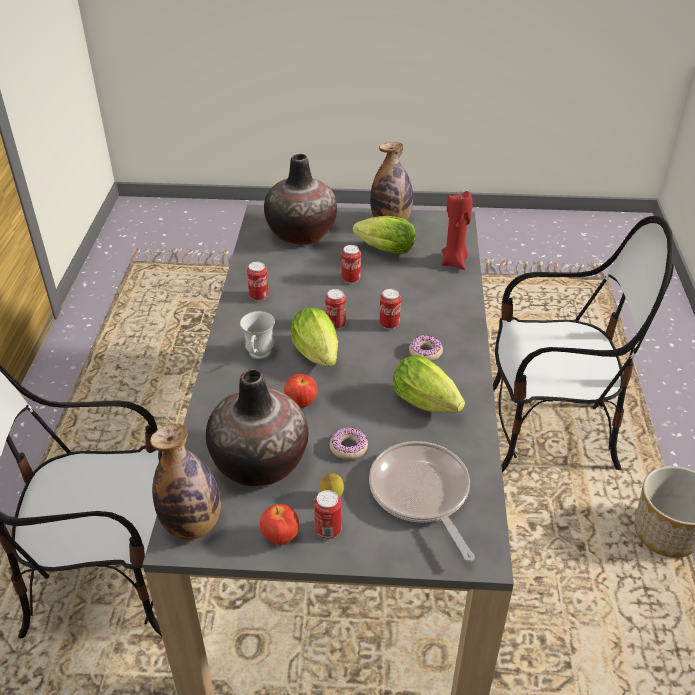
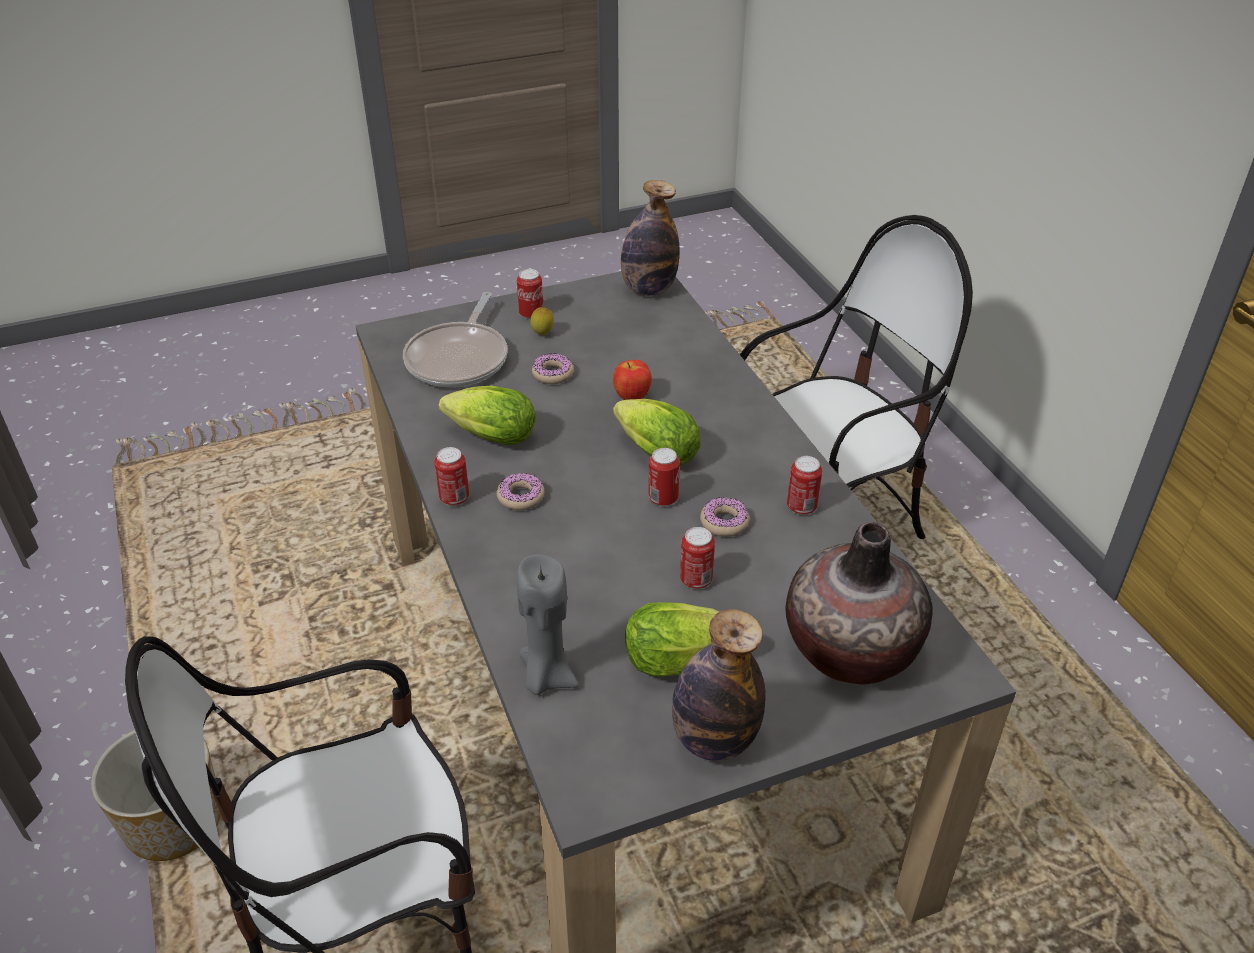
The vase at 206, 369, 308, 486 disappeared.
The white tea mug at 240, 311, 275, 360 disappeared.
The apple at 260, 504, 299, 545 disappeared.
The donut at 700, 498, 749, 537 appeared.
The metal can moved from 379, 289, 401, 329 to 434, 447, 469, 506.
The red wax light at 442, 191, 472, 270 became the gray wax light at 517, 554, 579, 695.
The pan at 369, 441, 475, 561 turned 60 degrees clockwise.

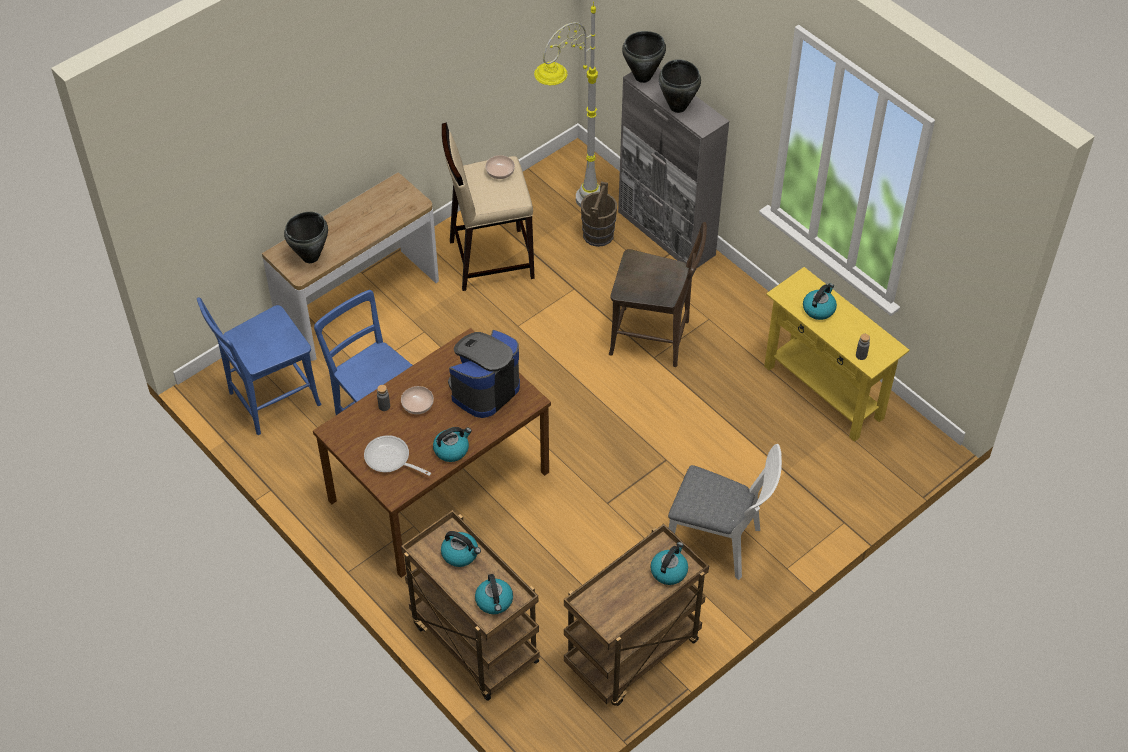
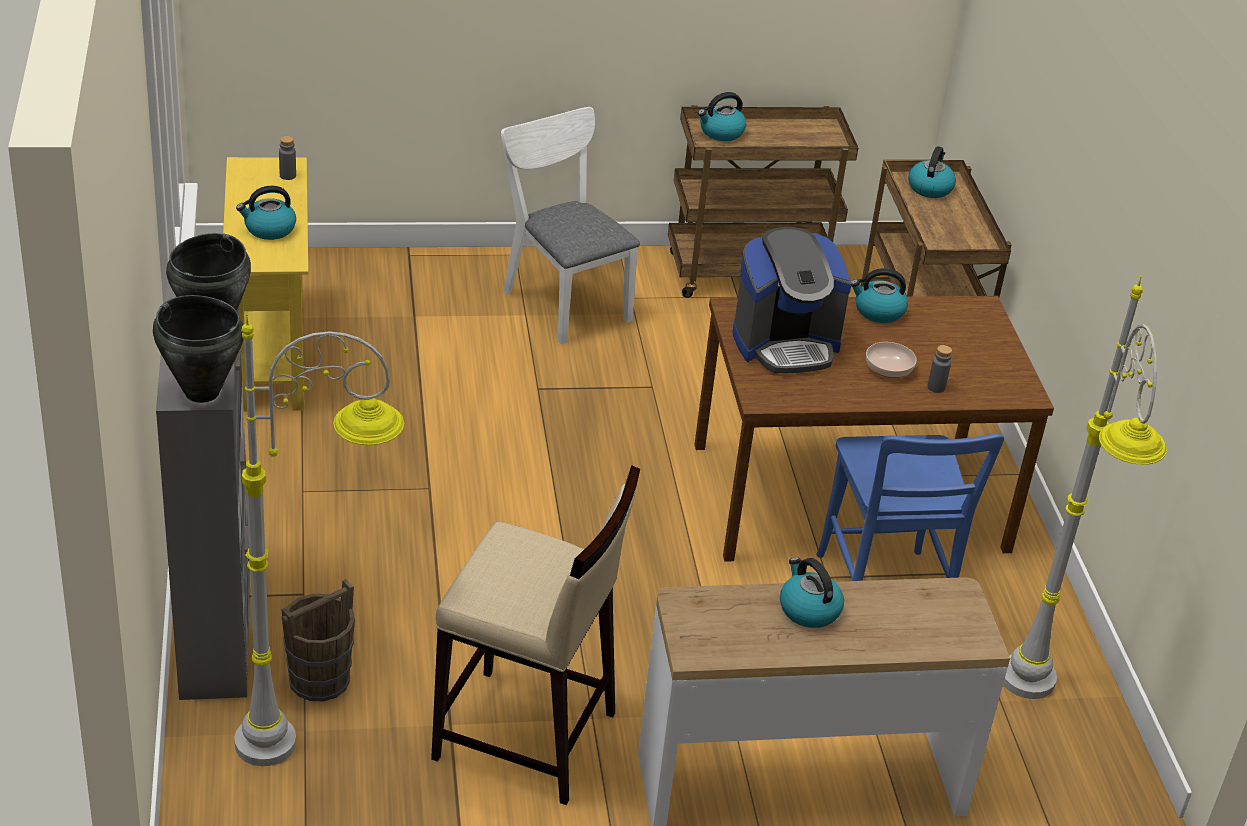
The blackish saucepot at 284, 212, 328, 263 disappeared.
The pan at 364, 435, 431, 476 disappeared.
The serving bowl at 485, 155, 515, 179 disappeared.
The brownish plain chair at 609, 222, 707, 367 disappeared.
The kettle moved from 441, 531, 481, 567 to 780, 557, 844, 628.
The blue plain chair at 197, 297, 321, 435 was replaced by the gray standard lamp at 1003, 276, 1167, 699.

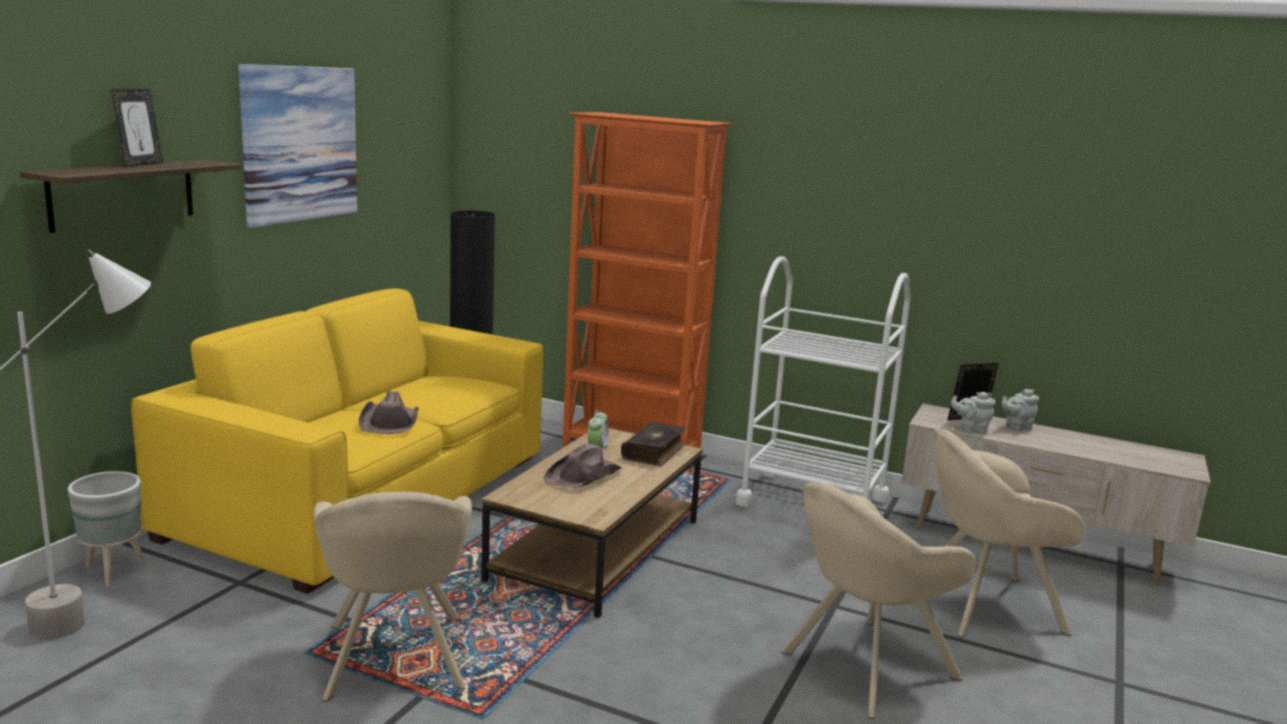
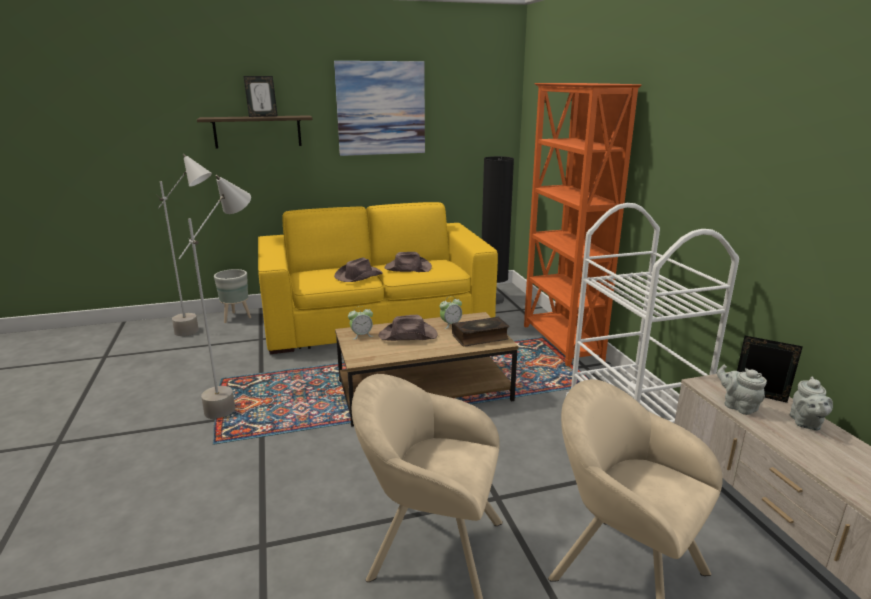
The table clock at 348, 306, 373, 340 appeared.
The brownish clothing hat at 385, 252, 432, 272 appeared.
The beige-coloured armchair at 313, 492, 472, 702 was replaced by the gray standard lamp at 178, 175, 251, 419.
The gray teapot at 1002, 389, 1039, 431 turned 105 degrees counterclockwise.

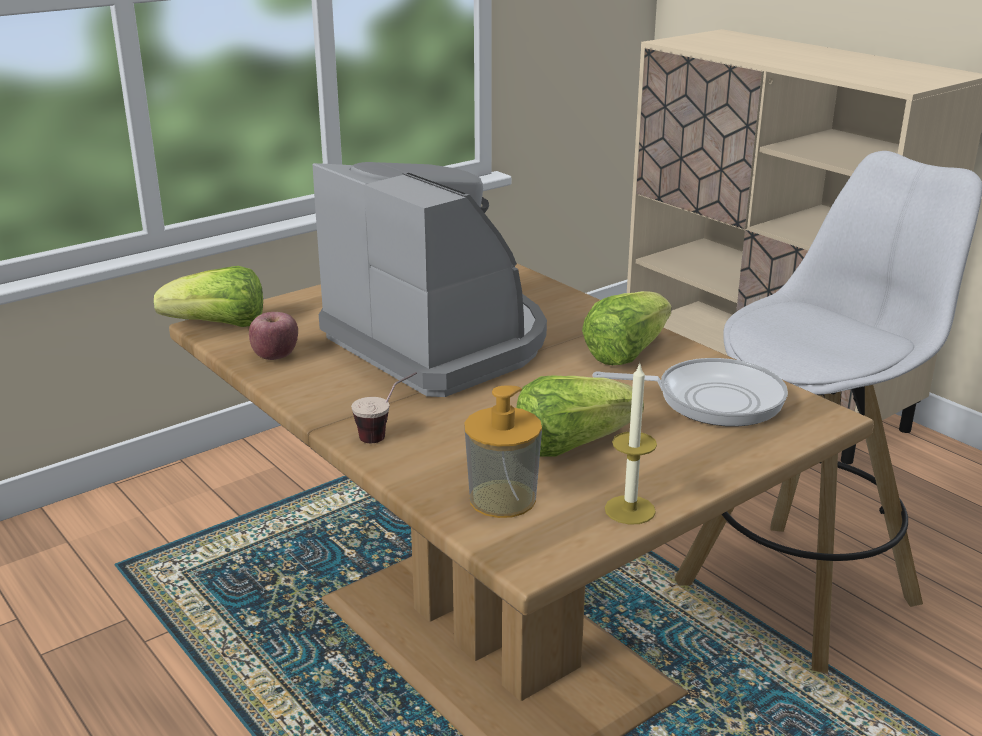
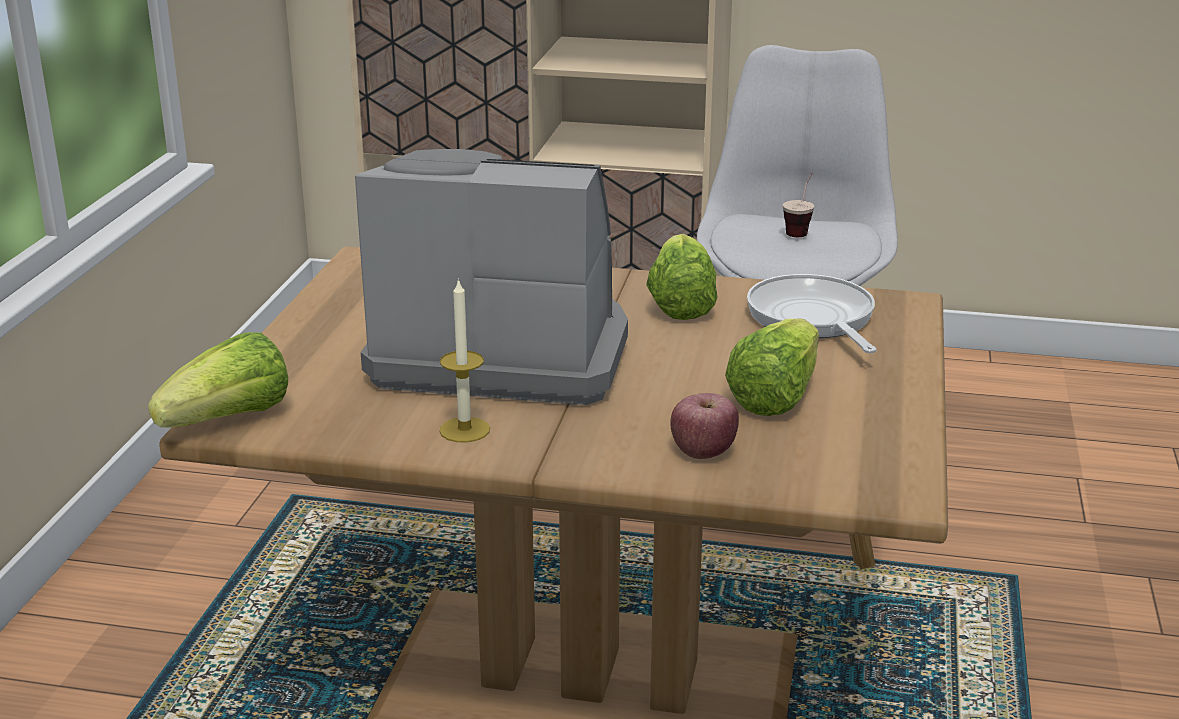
The soap bottle at 464, 386, 542, 518 disappeared.
The apple moved from 249, 312, 298, 360 to 670, 393, 739, 459.
The cup moved from 351, 372, 417, 443 to 783, 172, 814, 237.
The wax light moved from 605, 362, 657, 524 to 439, 278, 490, 443.
The pan at 593, 358, 788, 427 turned 75 degrees counterclockwise.

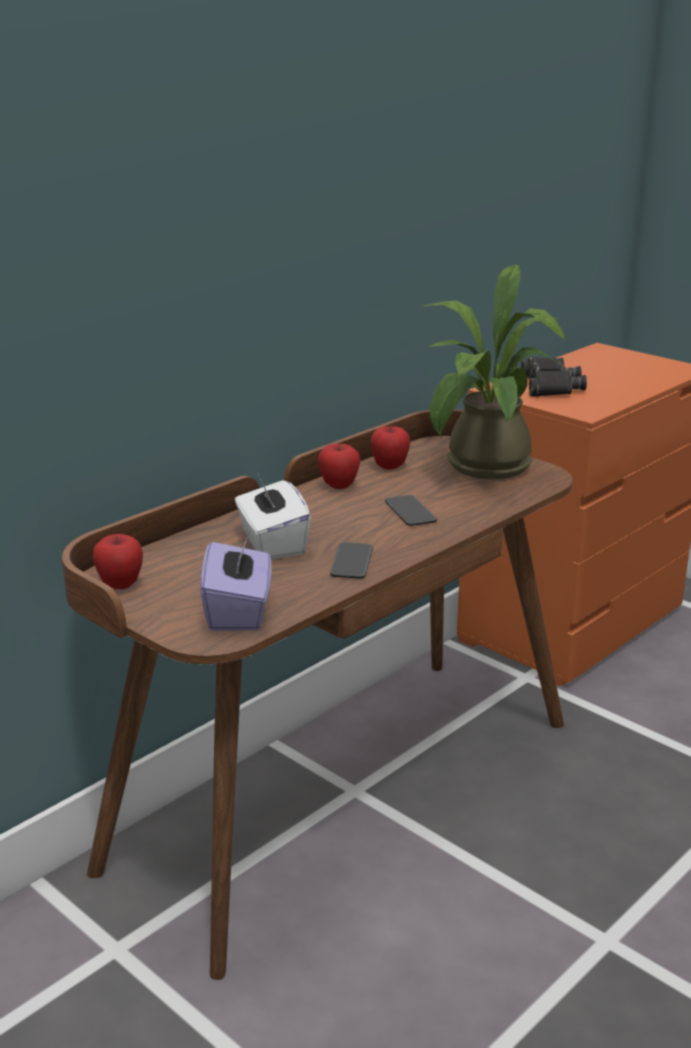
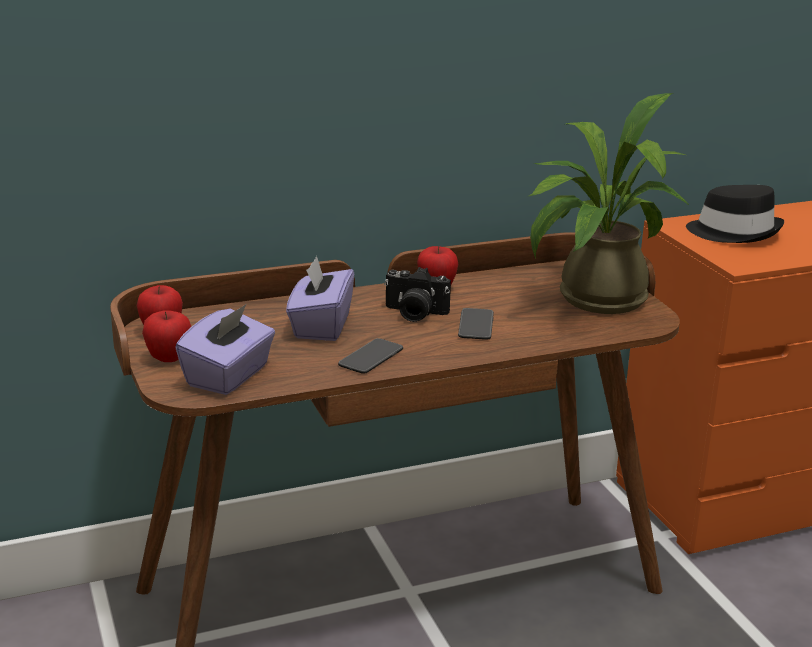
The photo camera at 384, 267, 451, 322 appeared.
The apple moved from 370, 426, 411, 469 to 142, 310, 191, 362.
The blackish field glasses at 521, 357, 587, 397 was replaced by the blackish clothing hat at 686, 185, 784, 243.
The white tissue box at 235, 474, 311, 559 became the purple-coloured tissue box at 286, 256, 354, 341.

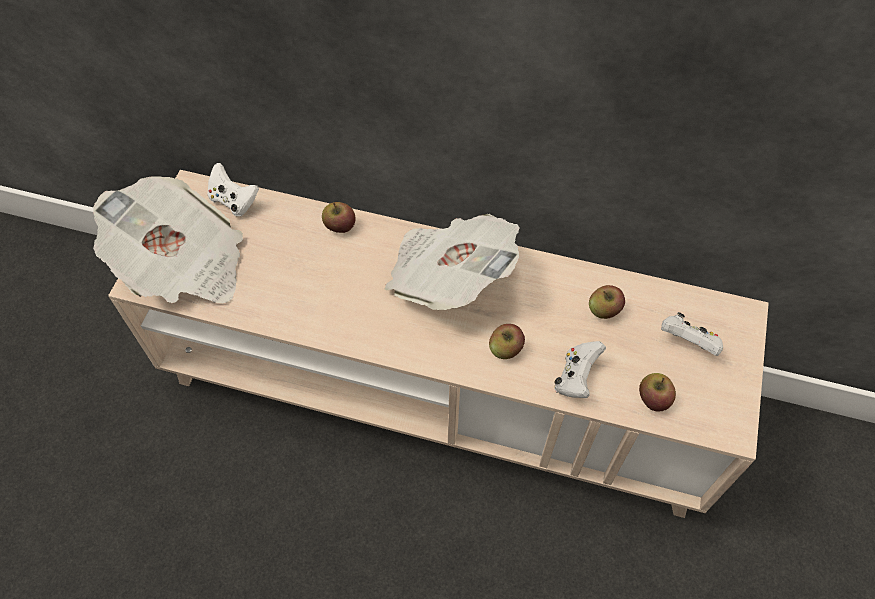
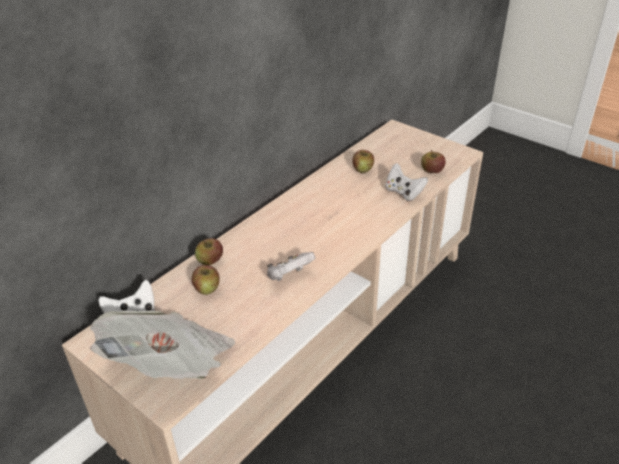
The newspaper at 385, 214, 520, 310 disappeared.
The apple moved from 489, 324, 525, 359 to 192, 265, 220, 295.
The white gamepad moved from 661, 312, 723, 356 to 267, 252, 316, 281.

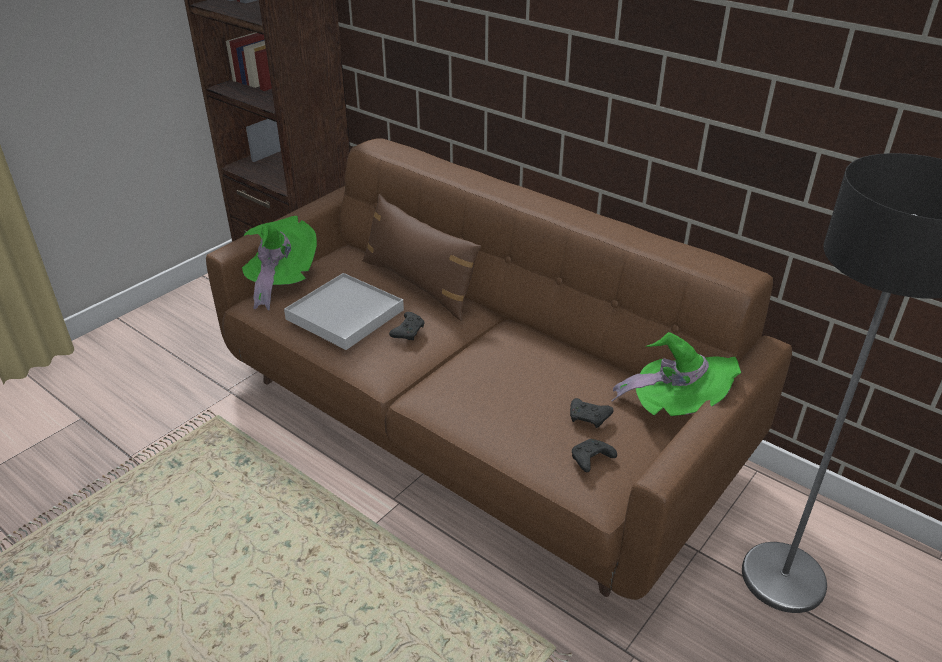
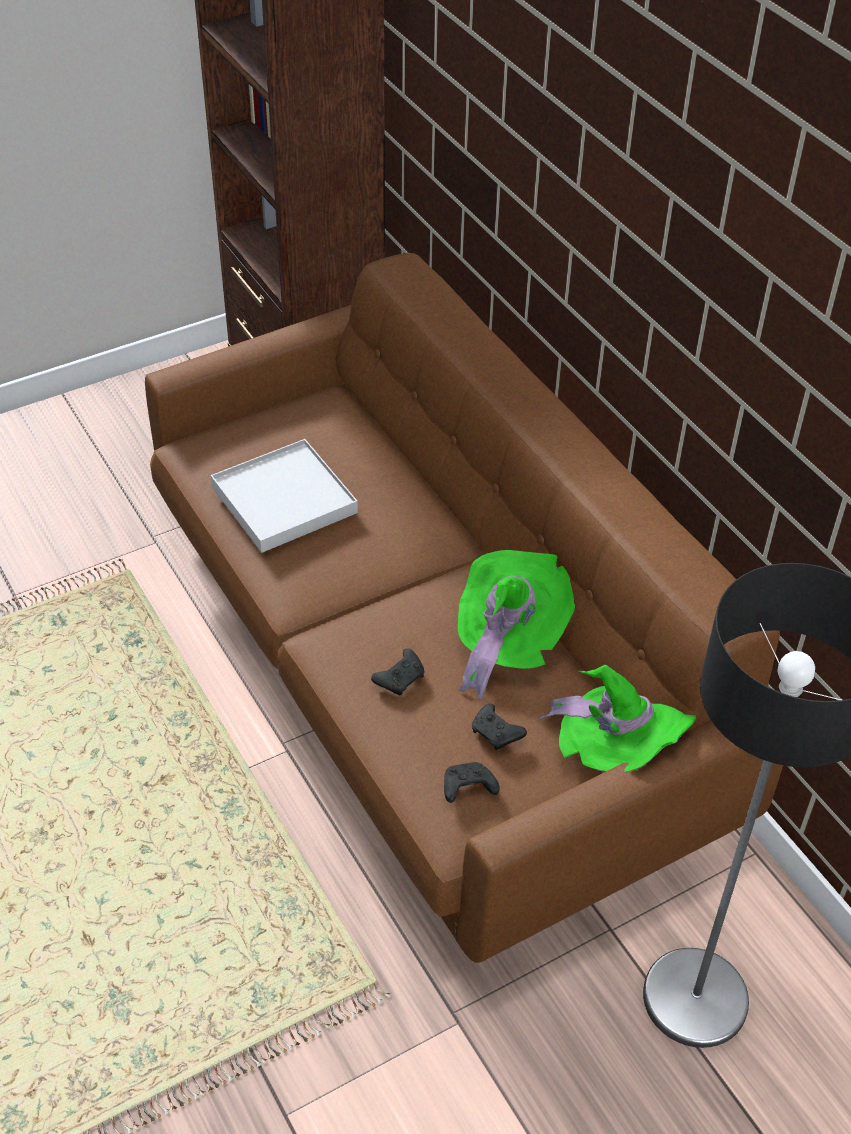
The brownish pillow at 363, 194, 481, 321 disappeared.
The green clothing hat moved from 242, 216, 317, 310 to 457, 550, 575, 700.
The blackish gamepad moved from 389, 312, 425, 340 to 371, 648, 425, 695.

